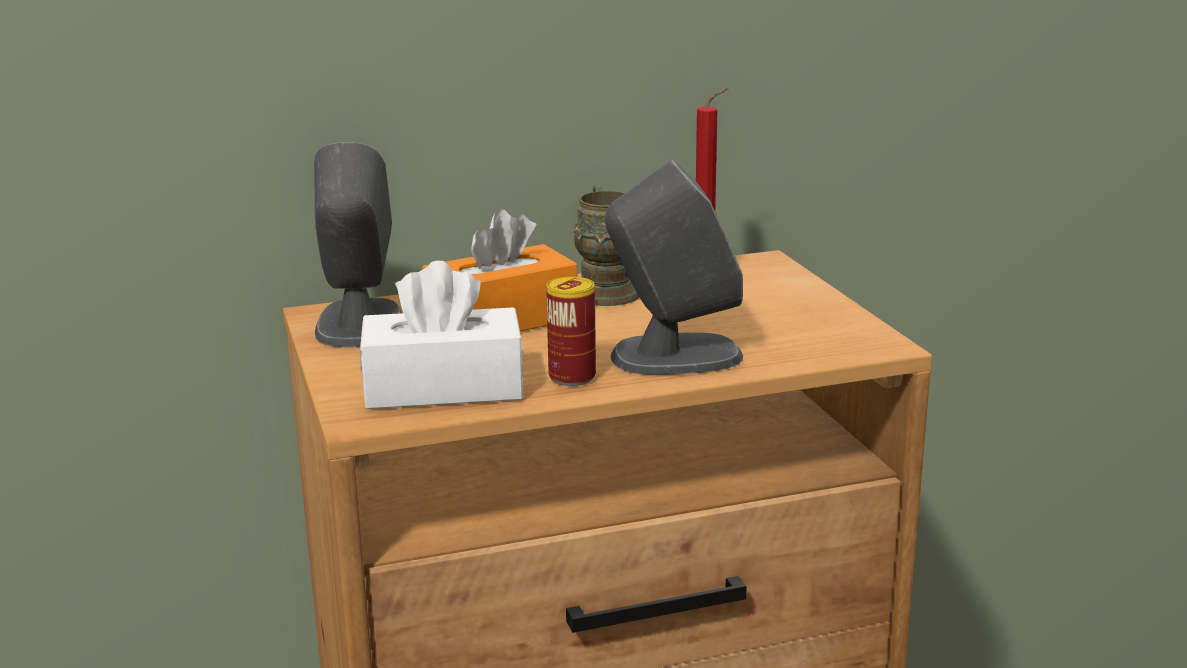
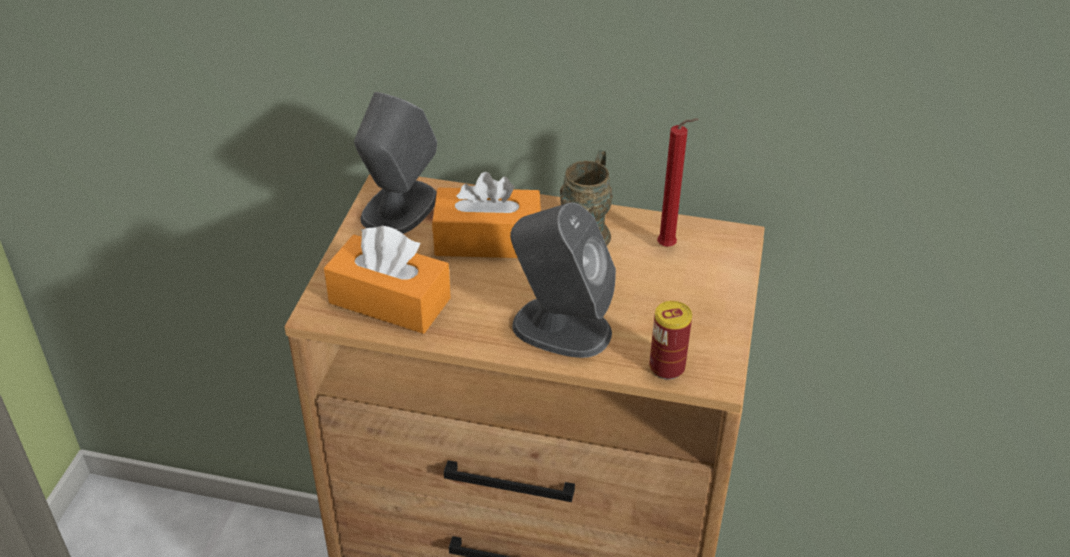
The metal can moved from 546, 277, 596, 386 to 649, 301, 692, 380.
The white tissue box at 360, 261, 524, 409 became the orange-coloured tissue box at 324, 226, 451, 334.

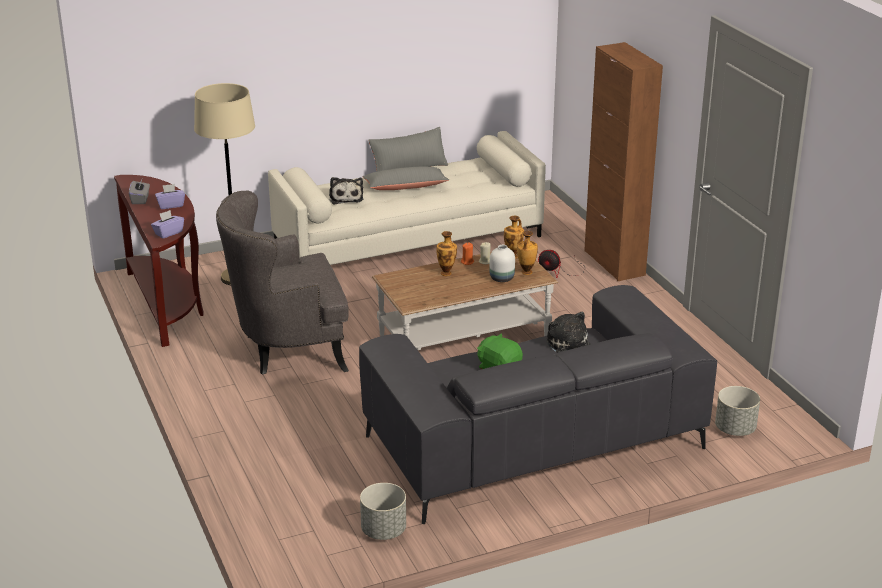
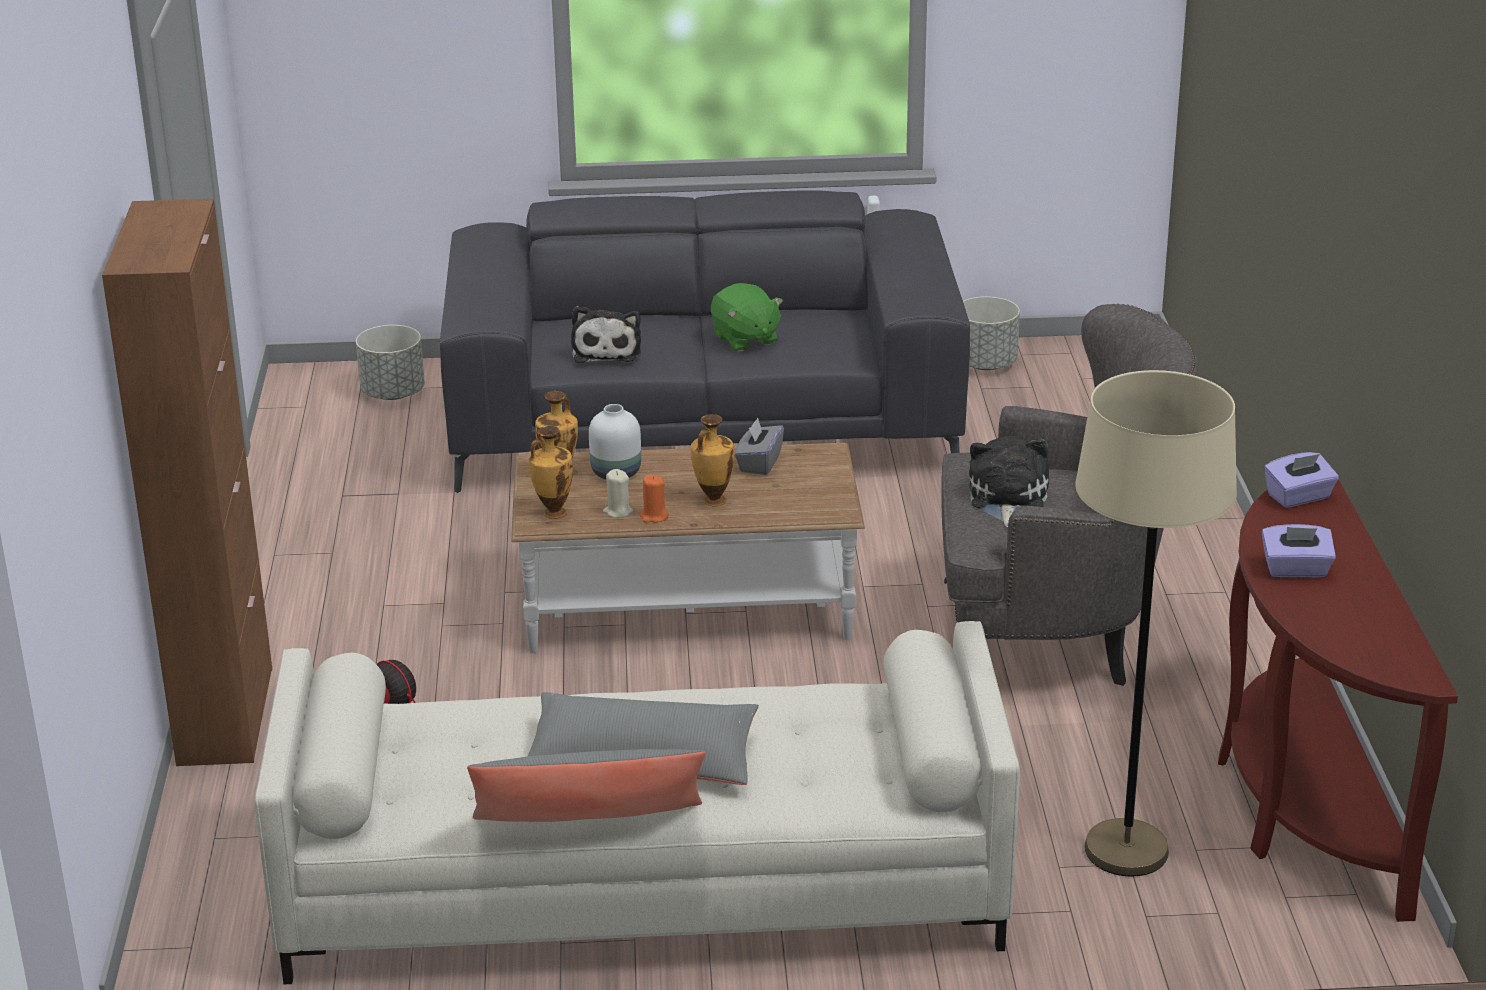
The gray tissue box moved from 129, 180, 150, 204 to 735, 417, 784, 475.
The soft toy moved from 329, 177, 363, 204 to 969, 436, 1049, 527.

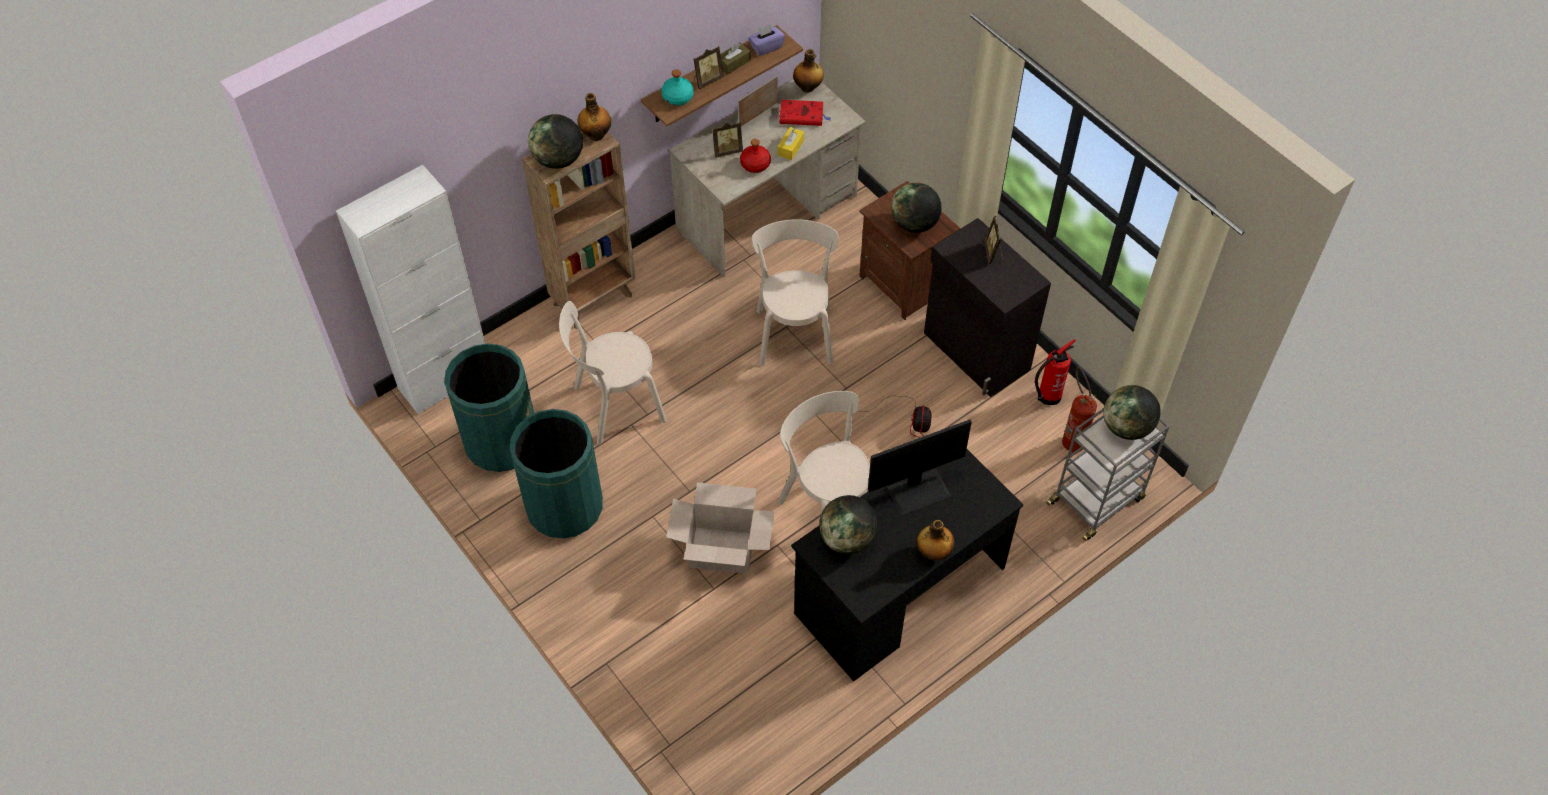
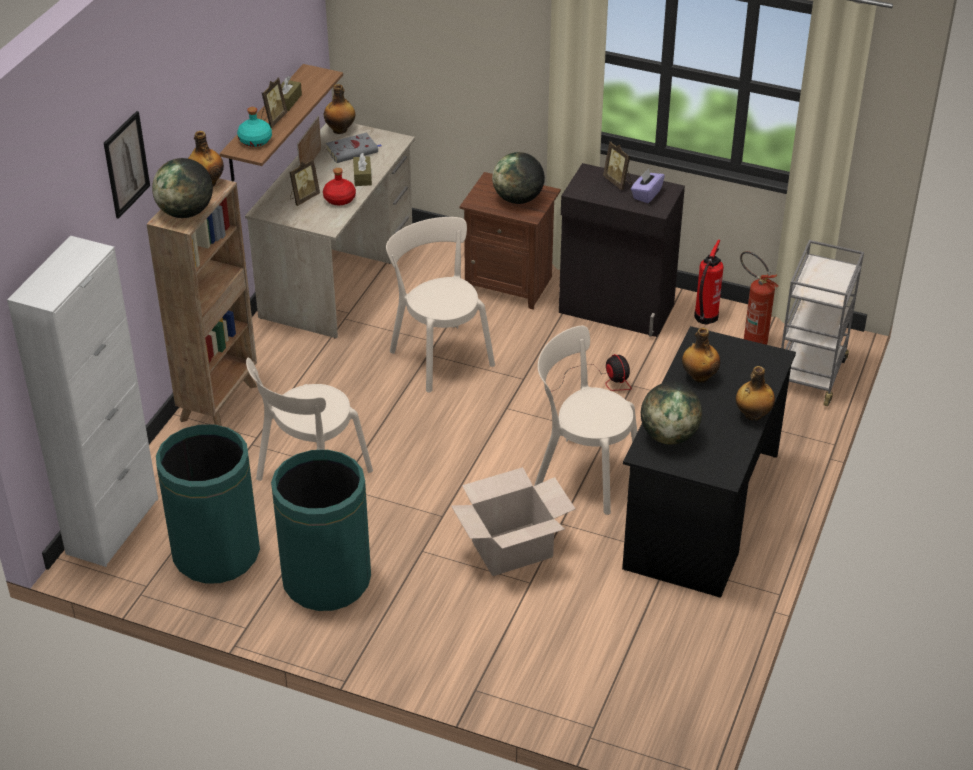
The globe at 1103, 385, 1161, 440 disappeared.
The picture at 104, 111, 150, 219 appeared.
The purple-coloured tissue box moved from 748, 24, 785, 56 to 631, 168, 665, 203.
The computer screen at 868, 420, 972, 515 was replaced by the bottle at 682, 328, 720, 383.
The yellow-coloured tissue box at 777, 127, 804, 160 became the brownish tissue box at 353, 153, 372, 186.
The red book at 779, 100, 831, 126 became the gray book at 326, 132, 381, 163.

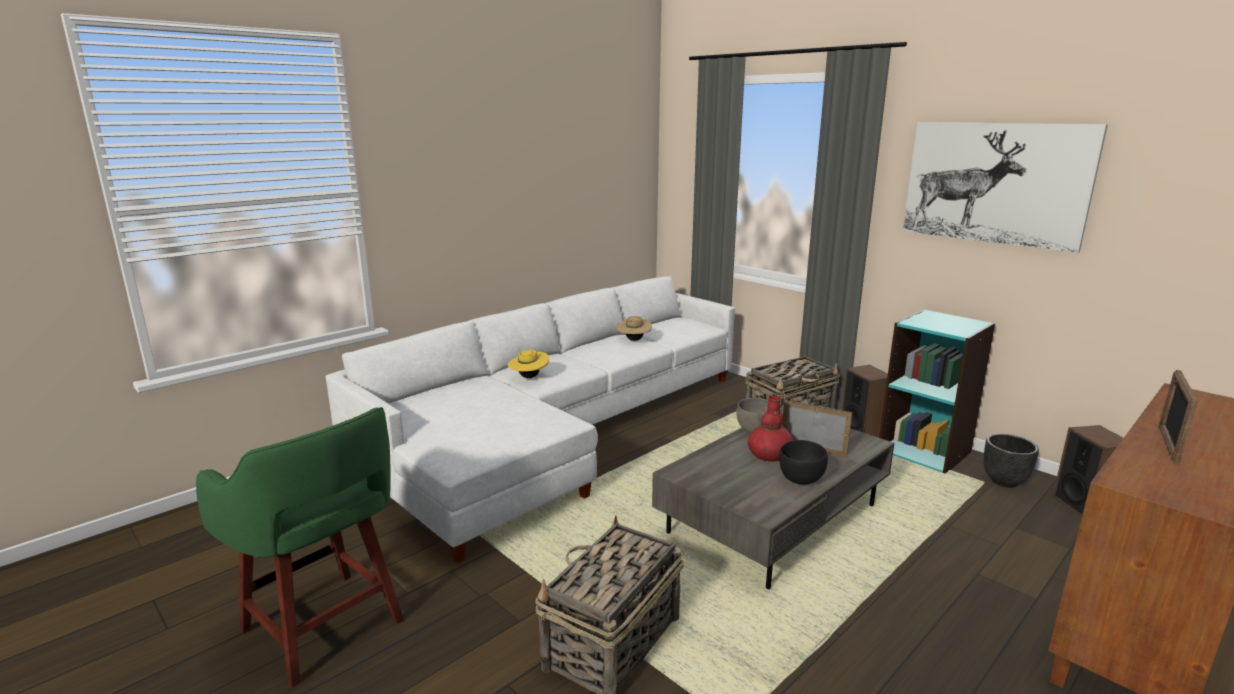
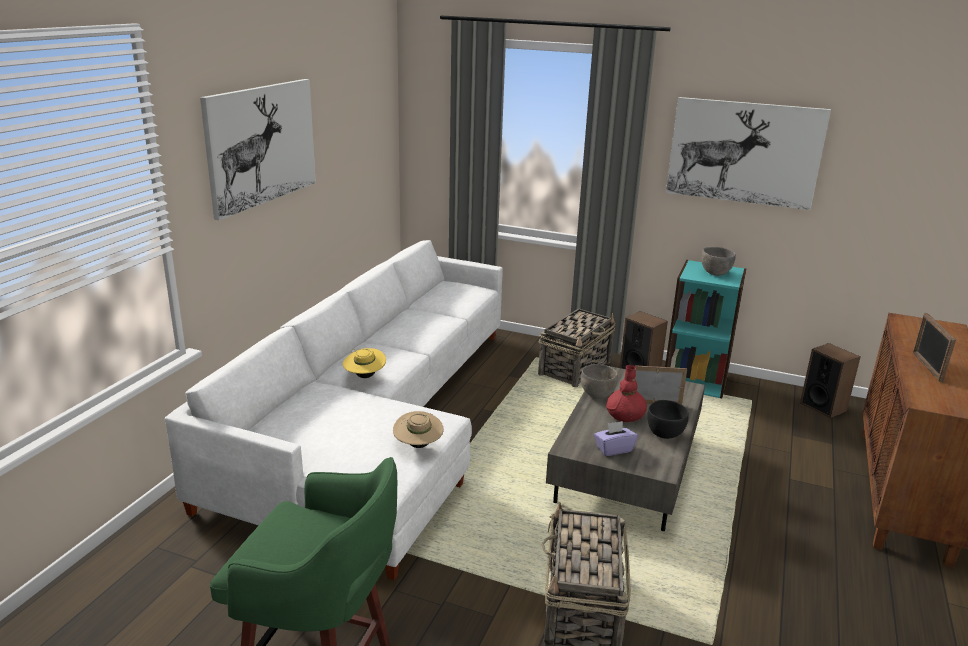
The blackish flower pot at 984, 434, 1039, 488 disappeared.
The picture at 200, 79, 316, 220 appeared.
The purple-coloured tissue box at 594, 421, 638, 456 appeared.
The gray serving bowl at 701, 247, 736, 276 appeared.
The beige-coloured clothing hat moved from 616, 316, 652, 341 to 393, 411, 444, 448.

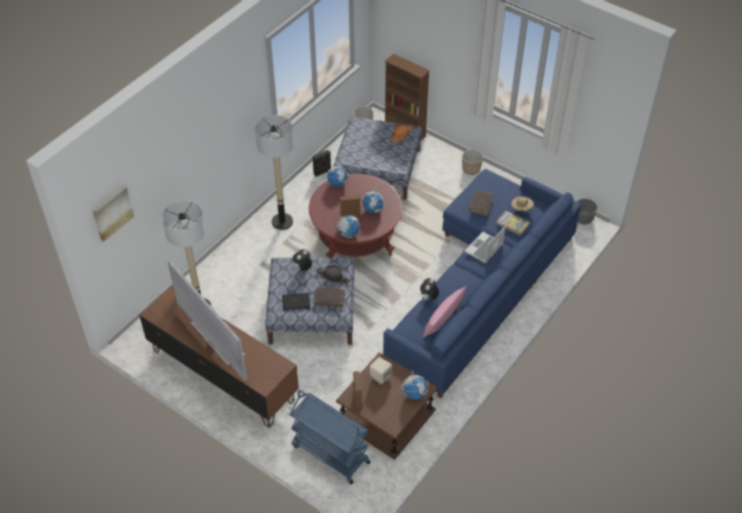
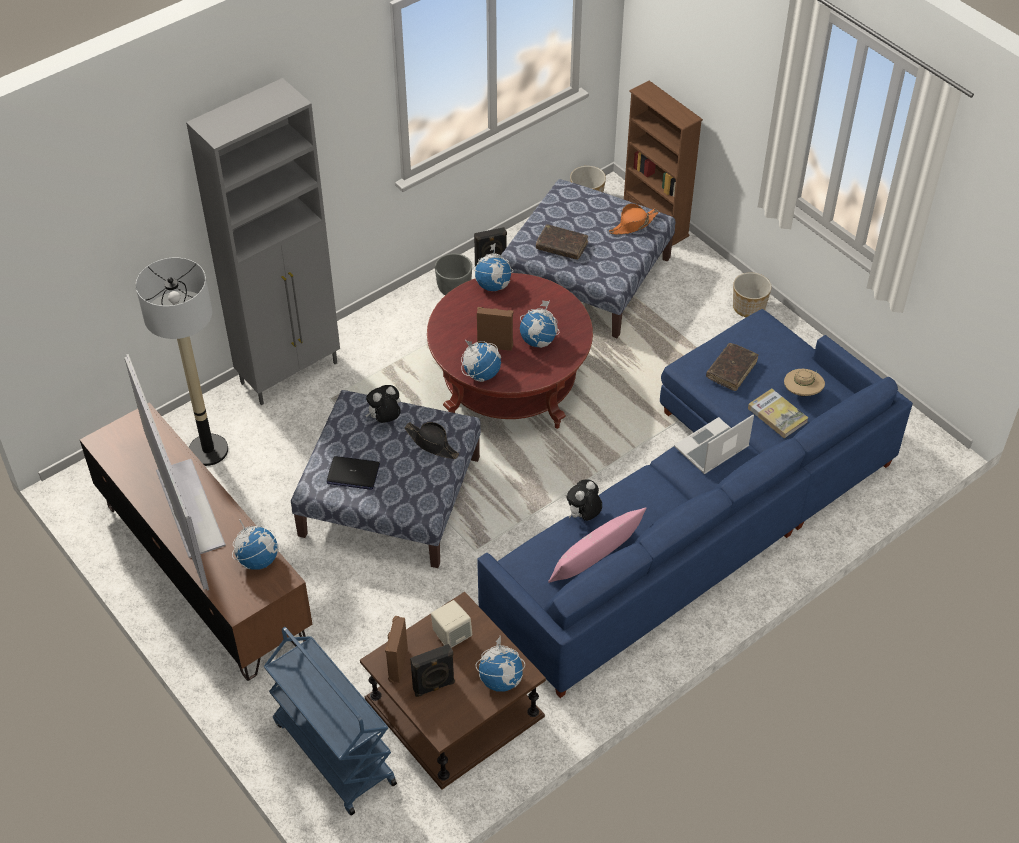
The picture at 93, 186, 134, 242 disappeared.
The standard lamp at 255, 115, 293, 230 disappeared.
The gray cupboard at 186, 78, 340, 405 appeared.
The globe at 232, 519, 279, 570 appeared.
The blackish audio speaker at 410, 644, 455, 697 appeared.
The brownish book moved from 314, 287, 345, 307 to 536, 224, 588, 260.
The gray flower pot moved from 577, 198, 597, 225 to 435, 253, 472, 295.

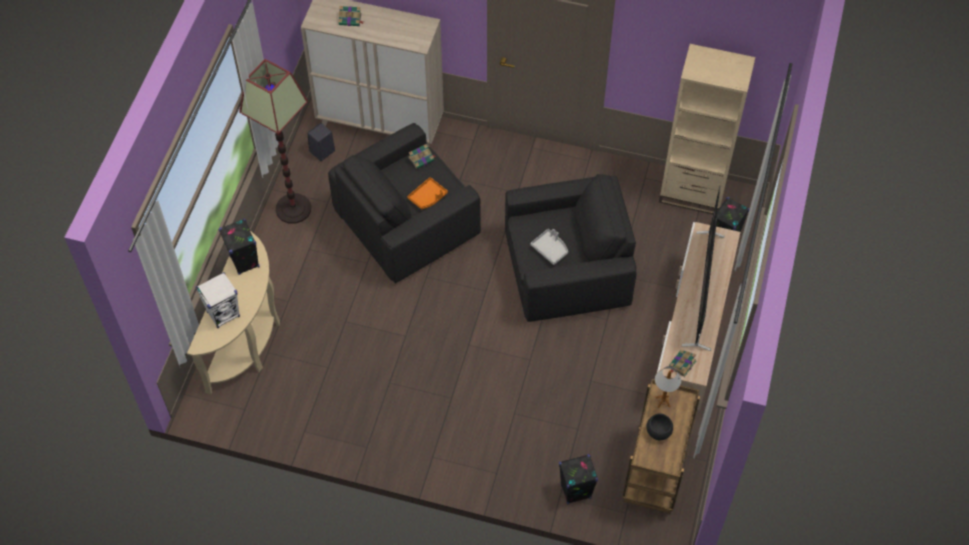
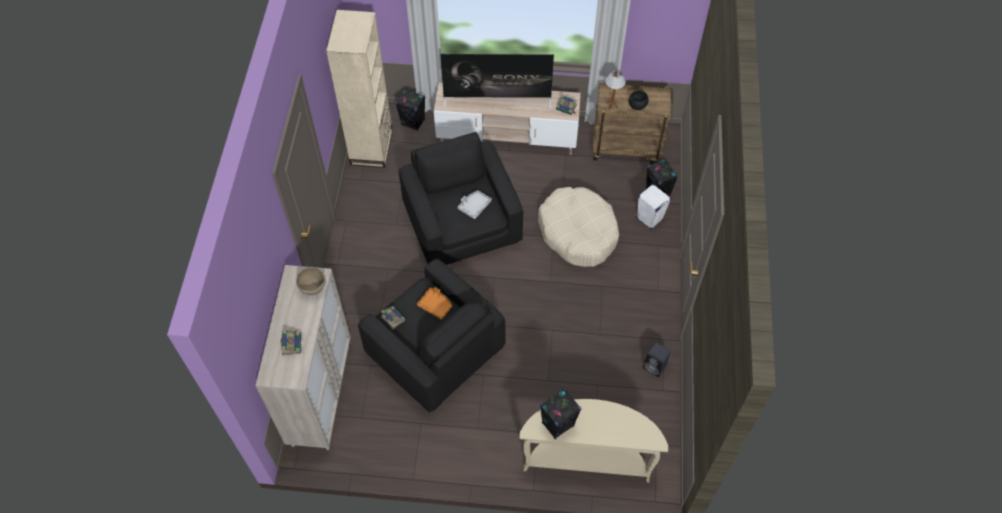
The standard lamp at 239, 59, 311, 224 disappeared.
The brownish serving bowl at 296, 267, 326, 295 appeared.
The beige-coloured dog bed at 538, 187, 619, 267 appeared.
The white audio speaker moved from 195, 272, 240, 328 to 637, 184, 671, 230.
The blackish audio speaker moved from 308, 123, 335, 161 to 643, 343, 671, 377.

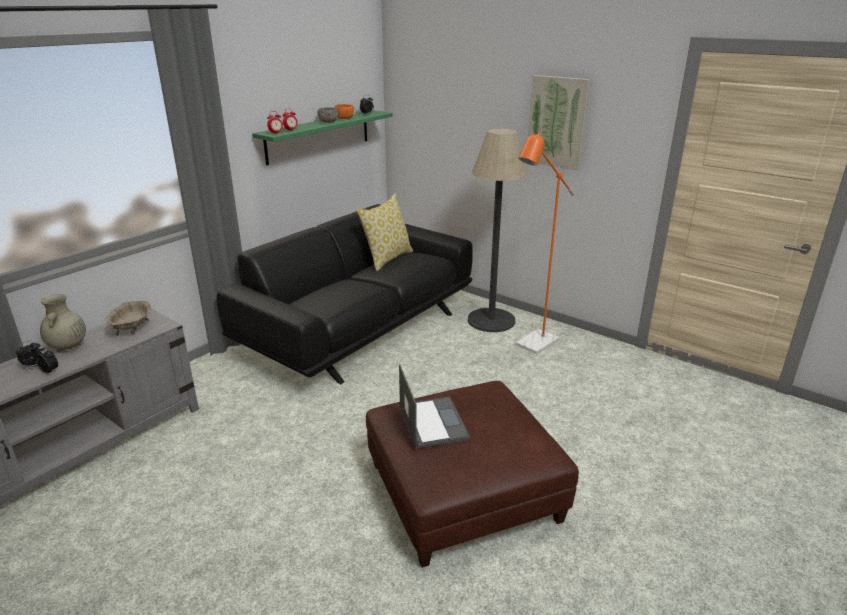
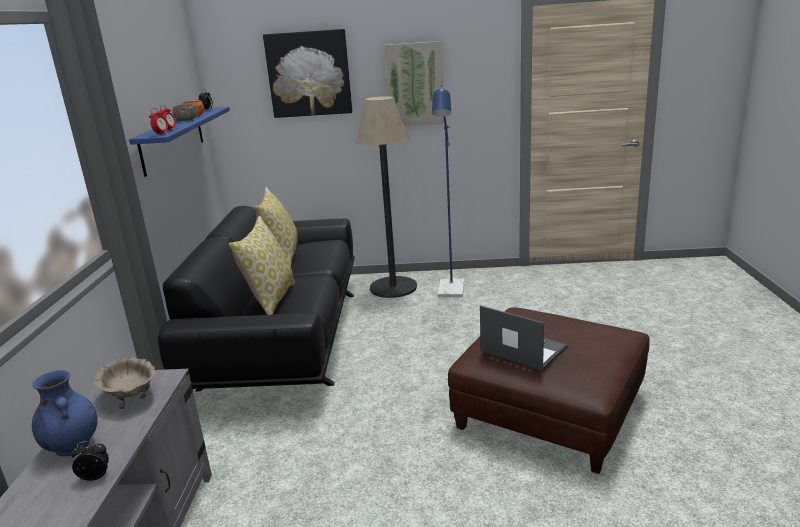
The table clock at 16, 340, 41, 368 disappeared.
The pillow at 229, 216, 295, 315 appeared.
The picture at 263, 29, 352, 118 appeared.
The beige-coloured vase at 40, 294, 86, 353 became the blue vase at 32, 370, 98, 456.
The green bracket shelf at 252, 110, 393, 165 became the blue bracket shelf at 129, 107, 230, 177.
The orange-coloured standard lamp at 515, 132, 574, 354 became the blue standard lamp at 432, 85, 464, 297.

